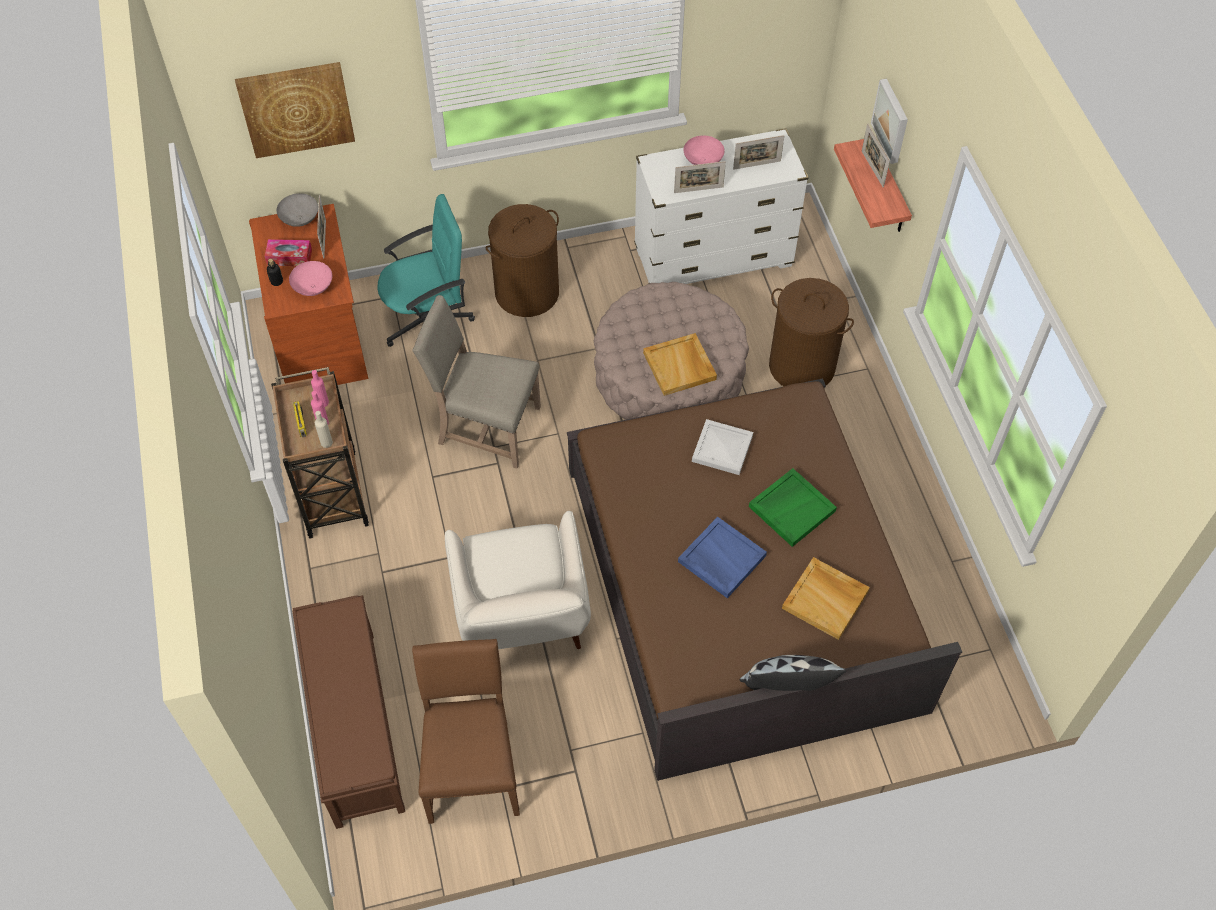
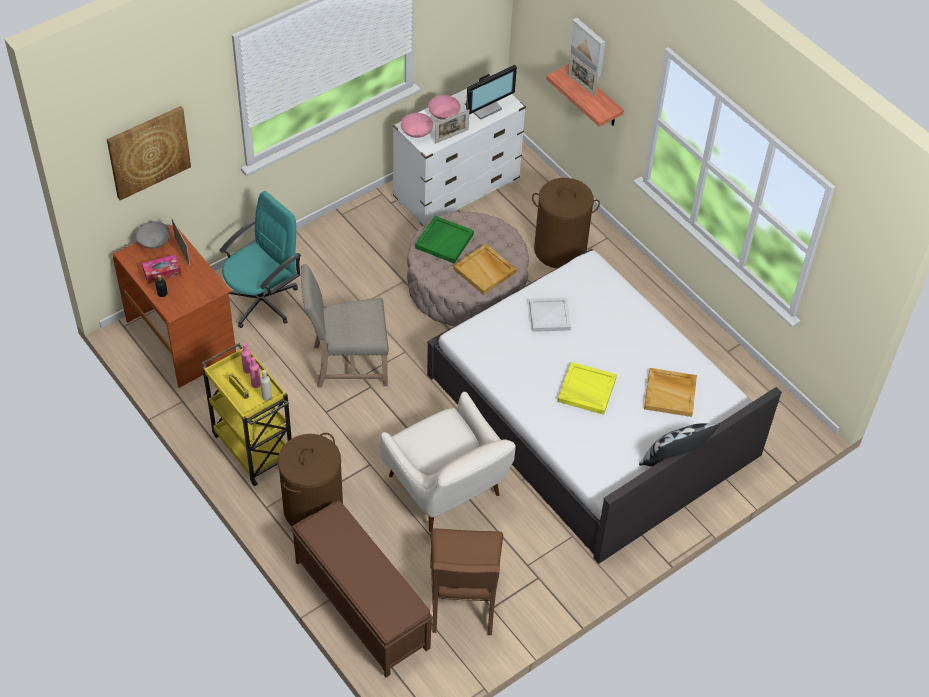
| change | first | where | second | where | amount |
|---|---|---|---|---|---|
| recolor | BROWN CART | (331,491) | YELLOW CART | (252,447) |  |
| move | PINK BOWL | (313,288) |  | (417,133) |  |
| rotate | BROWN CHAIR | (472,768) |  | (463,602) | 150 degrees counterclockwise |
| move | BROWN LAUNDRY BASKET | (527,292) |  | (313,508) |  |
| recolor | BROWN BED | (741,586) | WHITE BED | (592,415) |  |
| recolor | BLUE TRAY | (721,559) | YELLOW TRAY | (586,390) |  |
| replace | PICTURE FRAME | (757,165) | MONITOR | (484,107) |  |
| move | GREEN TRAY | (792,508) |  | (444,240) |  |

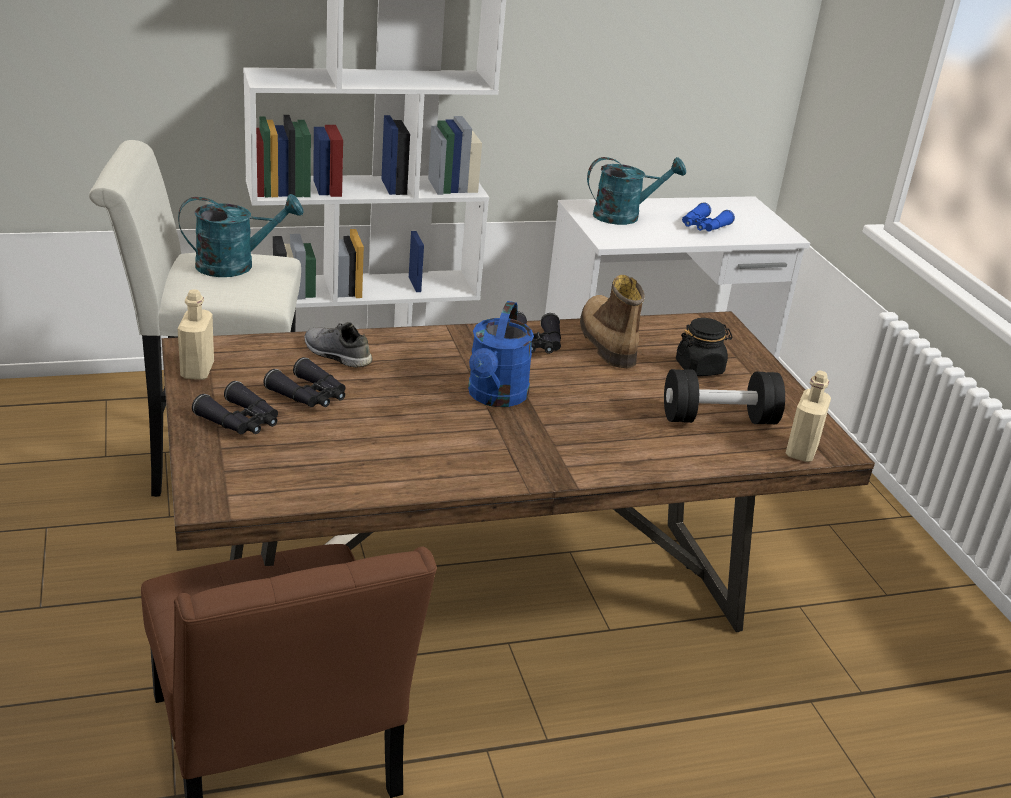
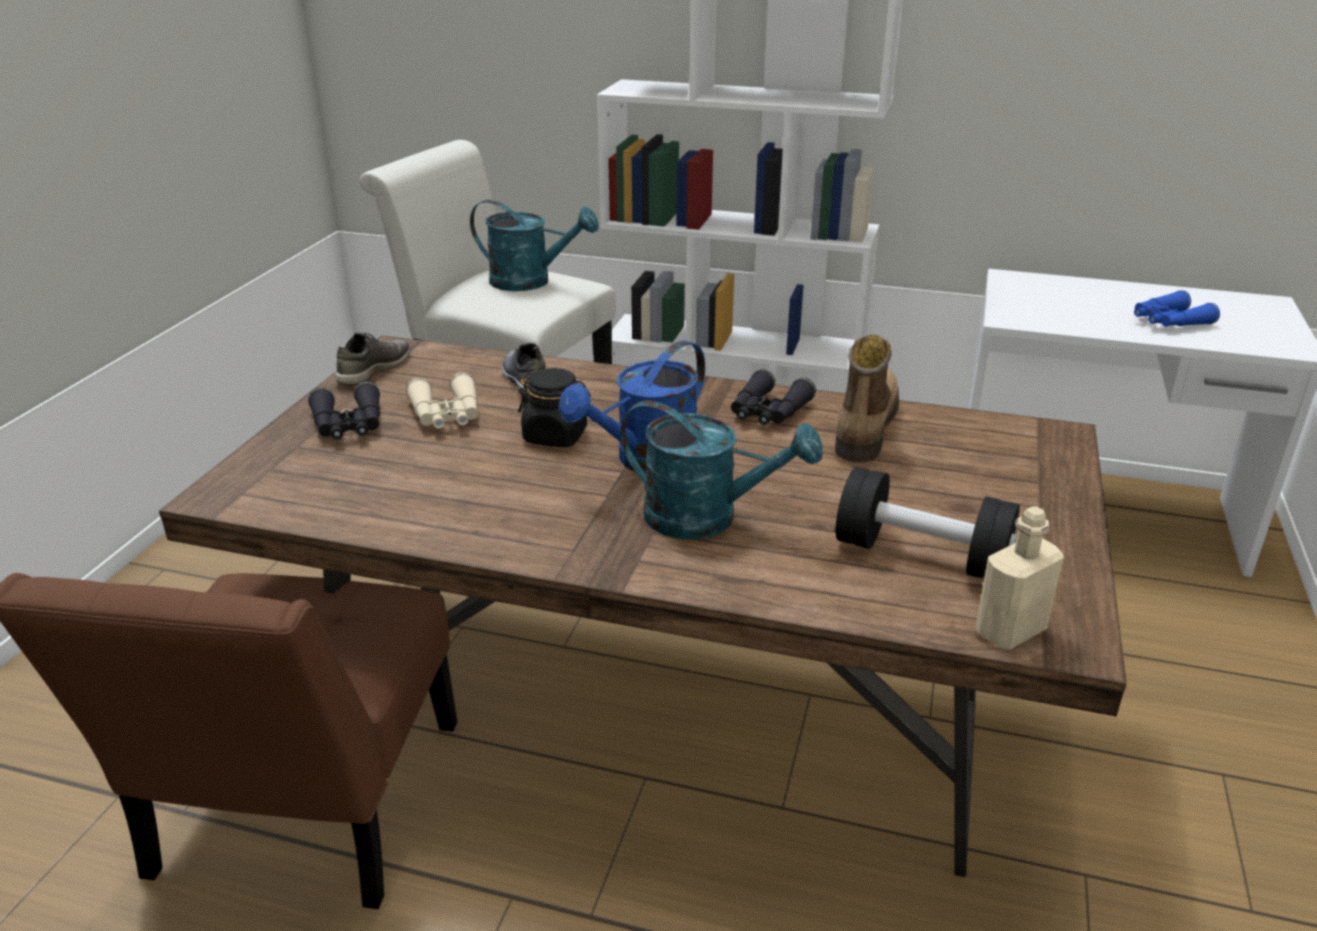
| change | first | where | second | where | amount |
|---|---|---|---|---|---|
| replace | BEIGE BOTTLE | (197,370) | GREY SHOE | (373,370) |  |
| recolor | BLACK BINOCULARS | (309,396) | BEIGE BINOCULARS | (446,415) |  |
| move | TURQUOISE WATERING CAN | (625,216) |  | (707,518) |  |
| move | BLACK JAR | (699,368) |  | (555,436) |  |

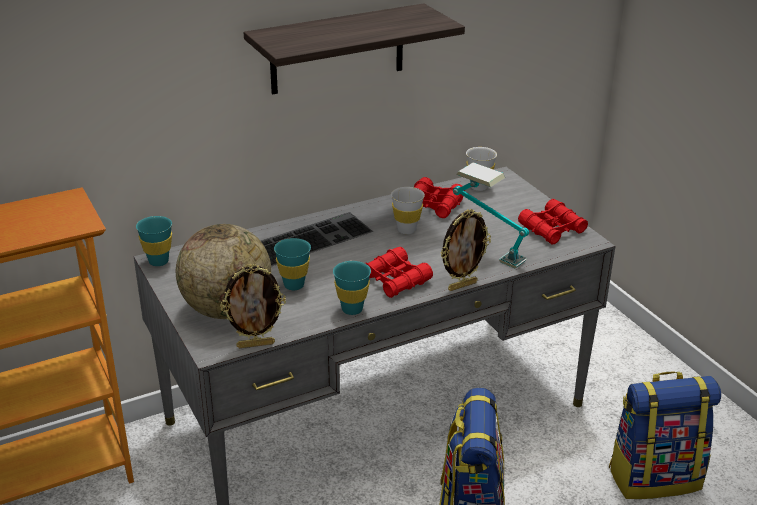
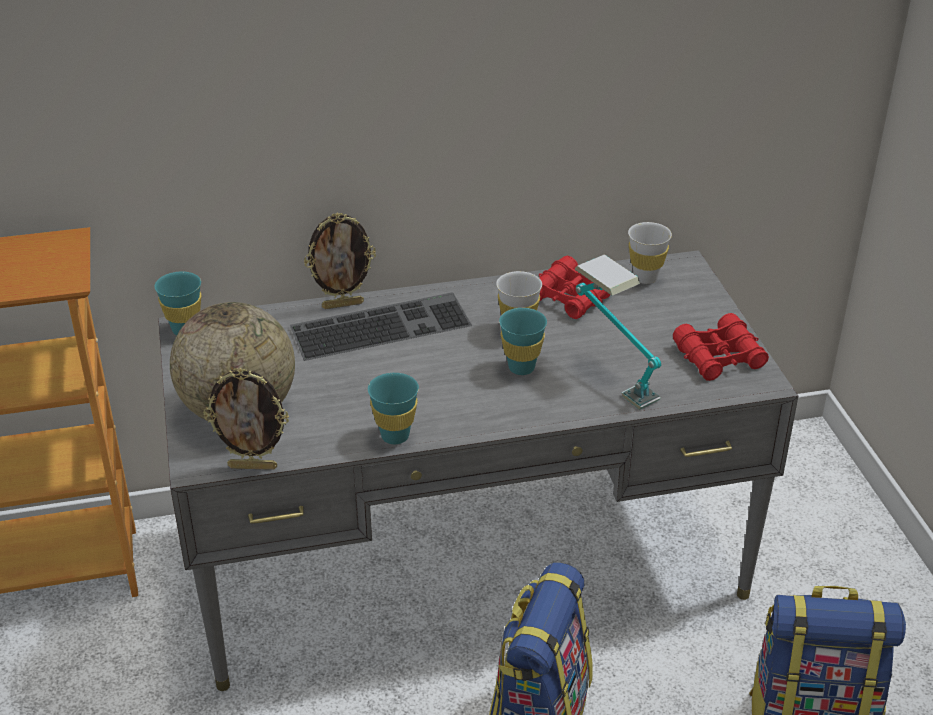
| change | first | where | second | where | amount |
|---|---|---|---|---|---|
| delete | SHELF | (337,49) |  |  |  |
| move | TURQUOISE CUP | (294,285) |  | (521,368) |  |
| delete | RED BINOCULARS | (394,280) |  |  |  |
| move | PICTURE FRAME | (462,285) |  | (343,304) |  |

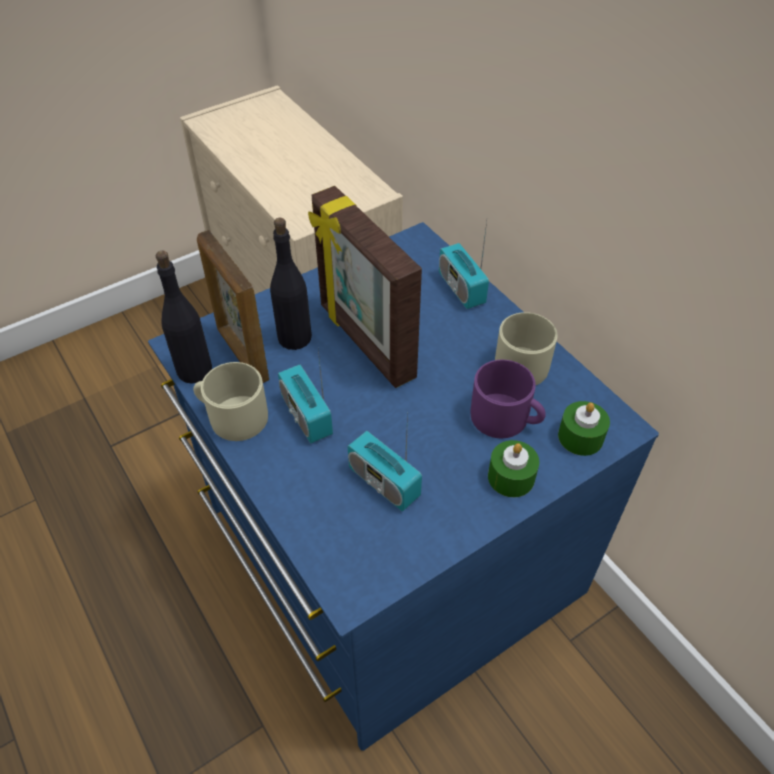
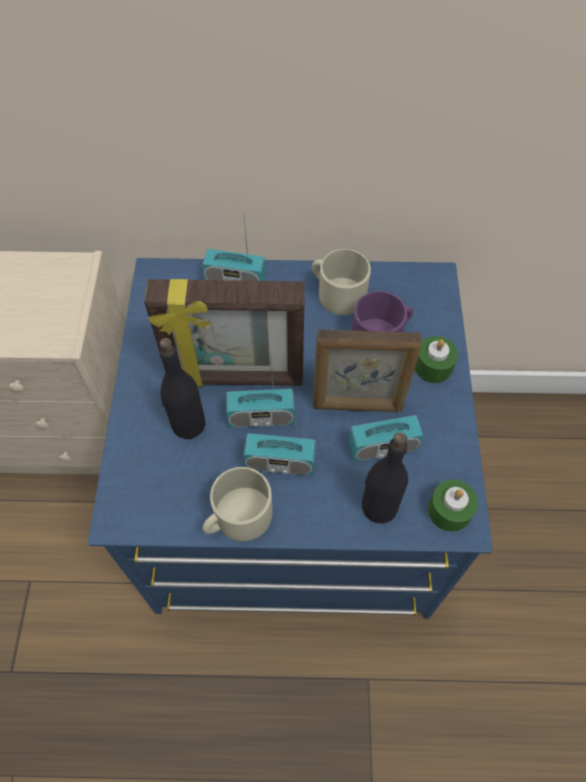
| change | first | where | second | where | amount |
|---|---|---|---|---|---|
| move | BLACK BOTTLE | (194,370) |  | (379,506) |  |
| move | PICTURE FRAME | (242,354) |  | (357,405) |  |
| move | GREEN CANDLE | (580,437) |  | (449,510) |  |
| insert |  |  | RADIO | (261,417) |  |

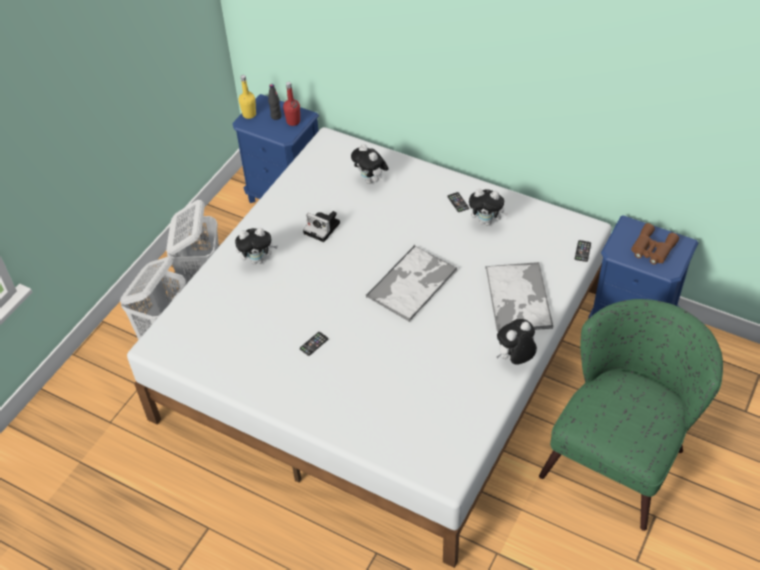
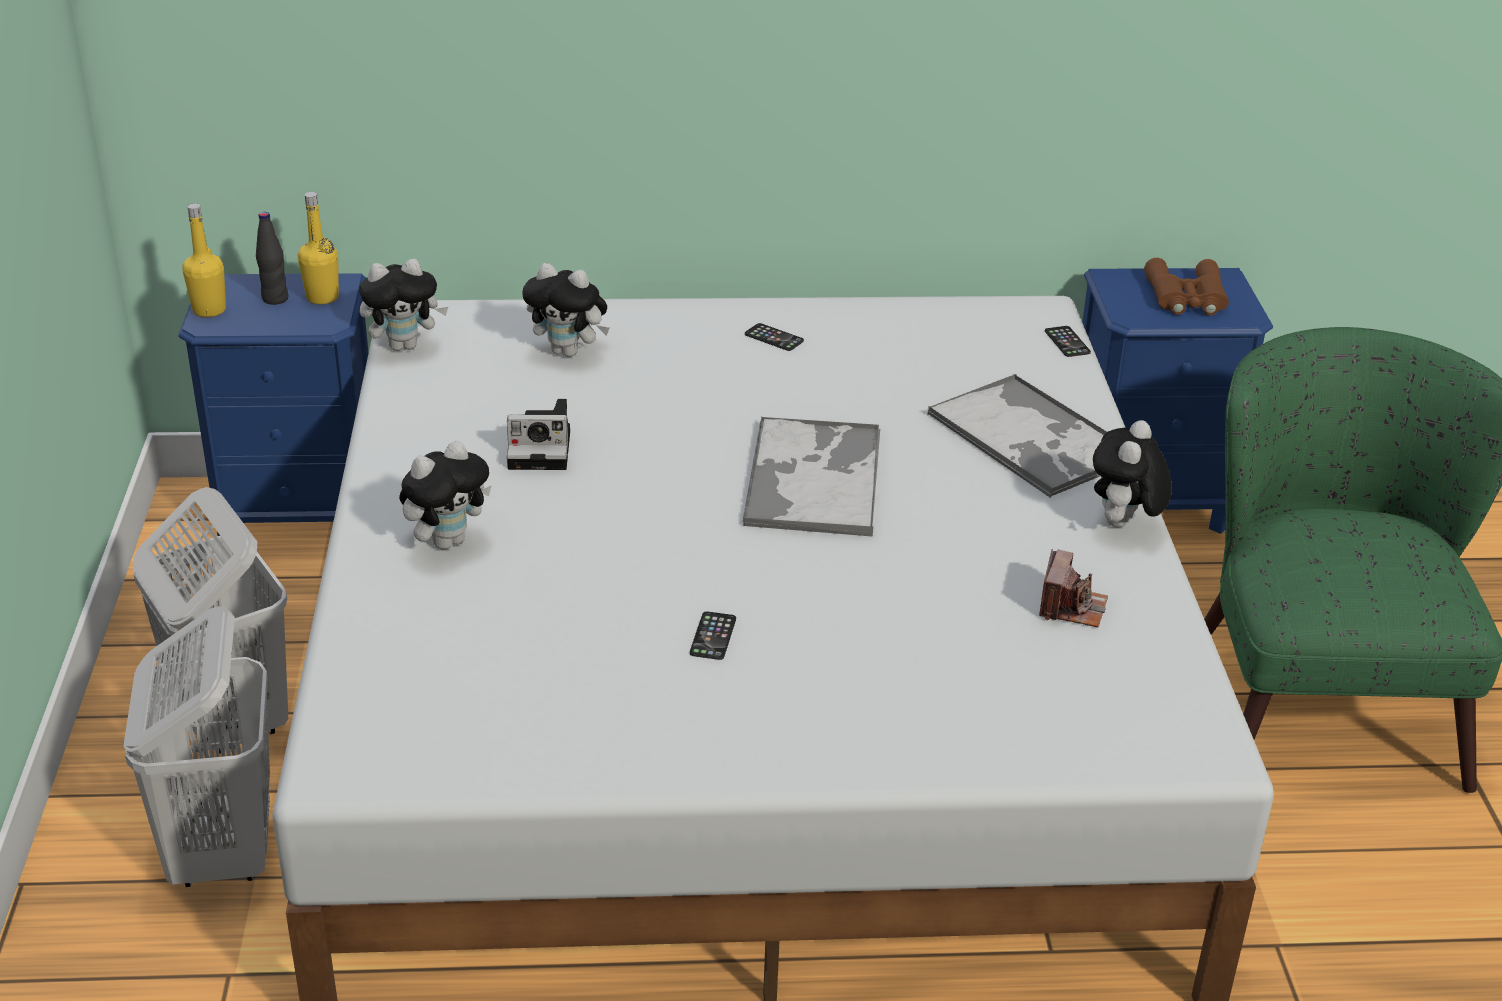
| change | first | where | second | where | amount |
|---|---|---|---|---|---|
| recolor | RED BOTTLE | (293,121) | YELLOW BOTTLE | (322,297) |  |
| move | PLUSH TOY | (486,221) |  | (404,345) |  |
| insert |  |  | PHOTO CAMERA | (1071,607) |  |

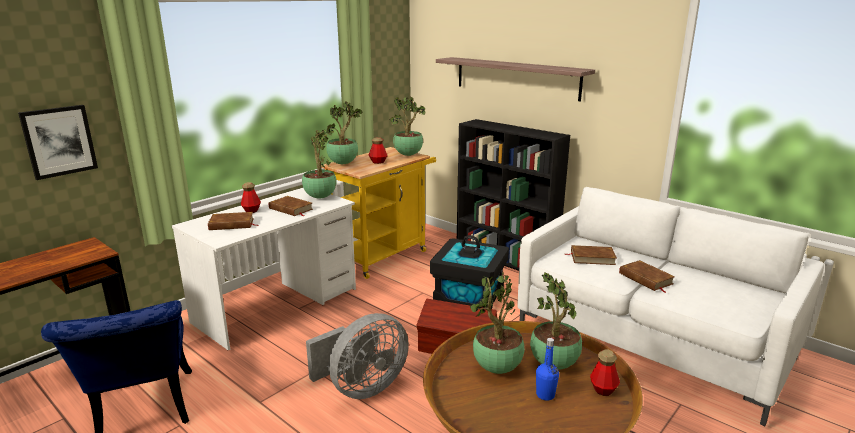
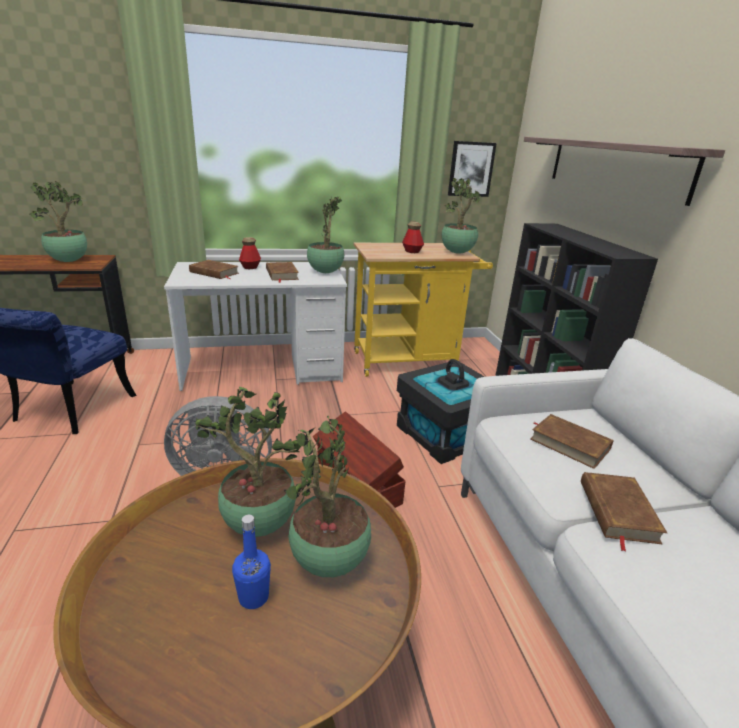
| change | first | where | second | where | amount |
|---|---|---|---|---|---|
| move | PICTURE | (59,141) |  | (471,169) |  |
| move | POTTED PLANT | (343,163) |  | (70,261) |  |
| delete | BOTTLE | (603,389) |  |  |  |

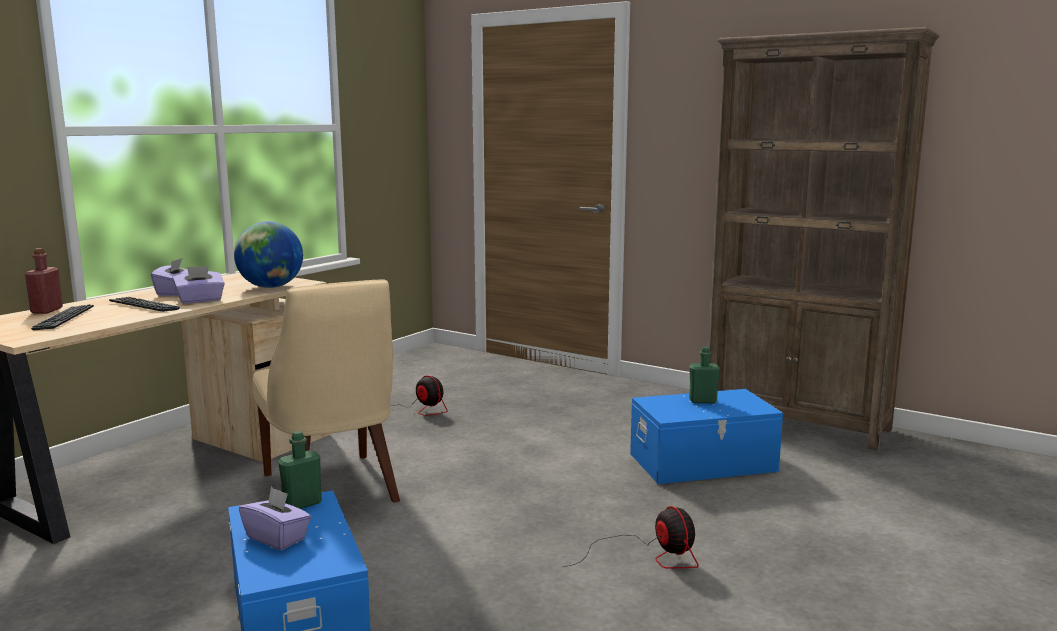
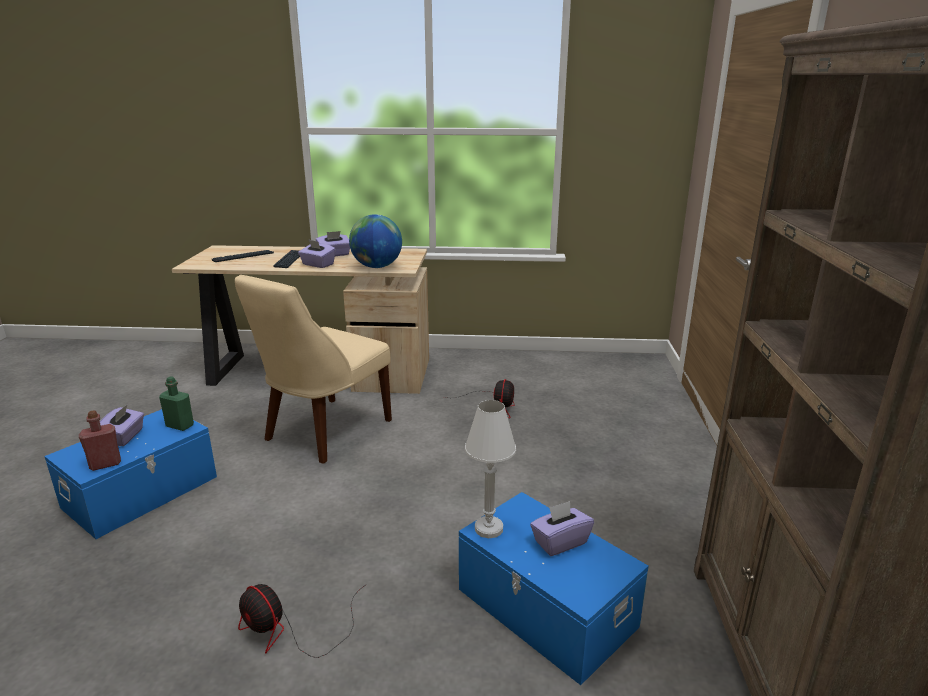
| change | first | where | second | where | amount |
|---|---|---|---|---|---|
| move | RED BOTTLE | (47,310) |  | (105,464) |  |
| rotate | FAN | (649,556) |  | (290,631) | 90 degrees clockwise |
| replace | GREEN BOTTLE | (702,401) | PURPLE TISSUE BOX | (560,542) |  |
| insert |  |  | WHITE TABLE LAMP | (488,528) |  |

